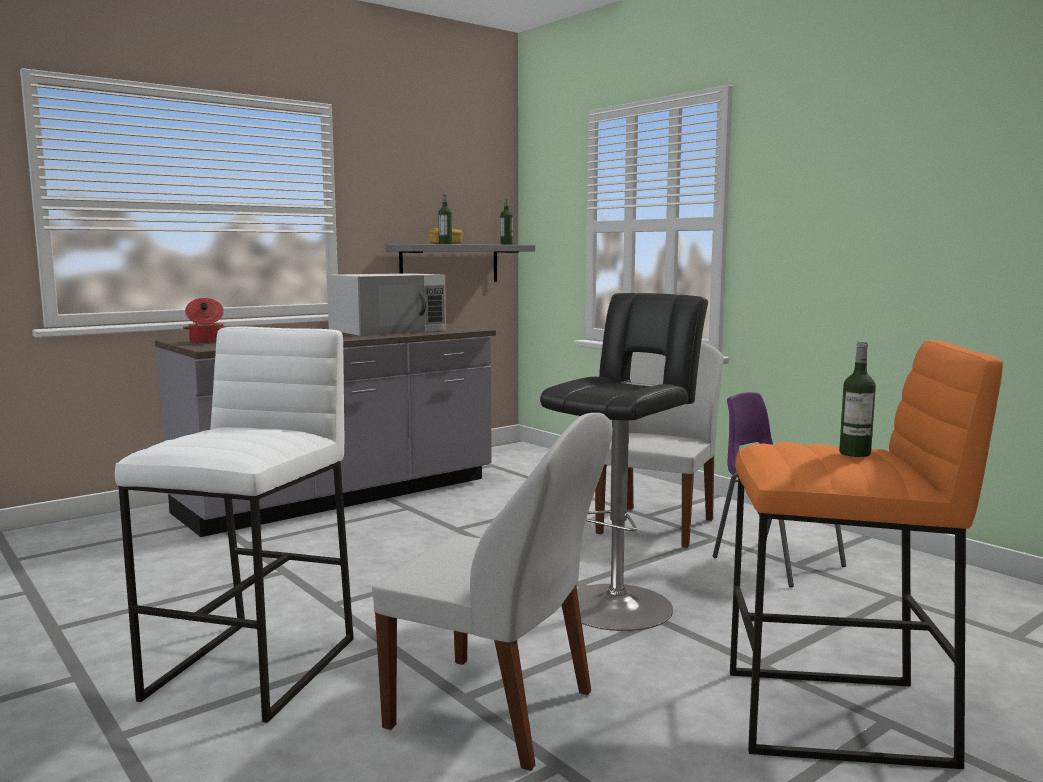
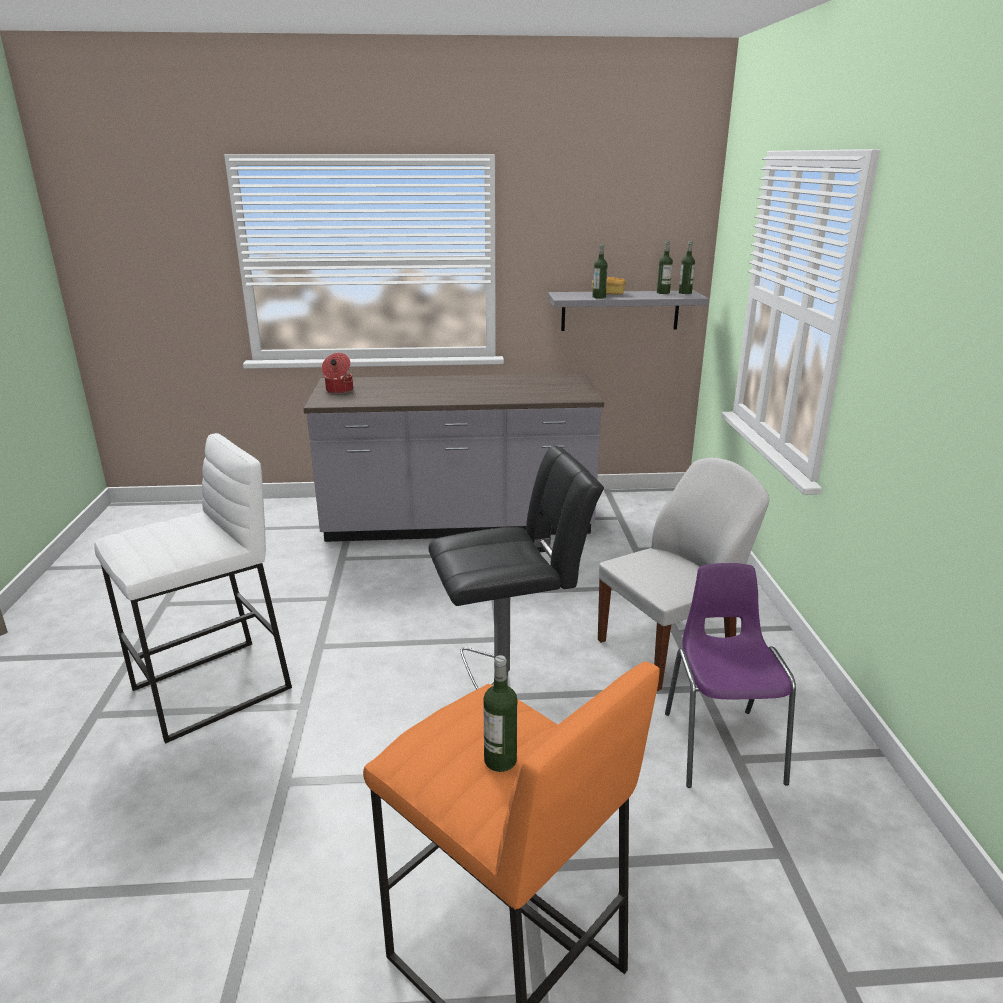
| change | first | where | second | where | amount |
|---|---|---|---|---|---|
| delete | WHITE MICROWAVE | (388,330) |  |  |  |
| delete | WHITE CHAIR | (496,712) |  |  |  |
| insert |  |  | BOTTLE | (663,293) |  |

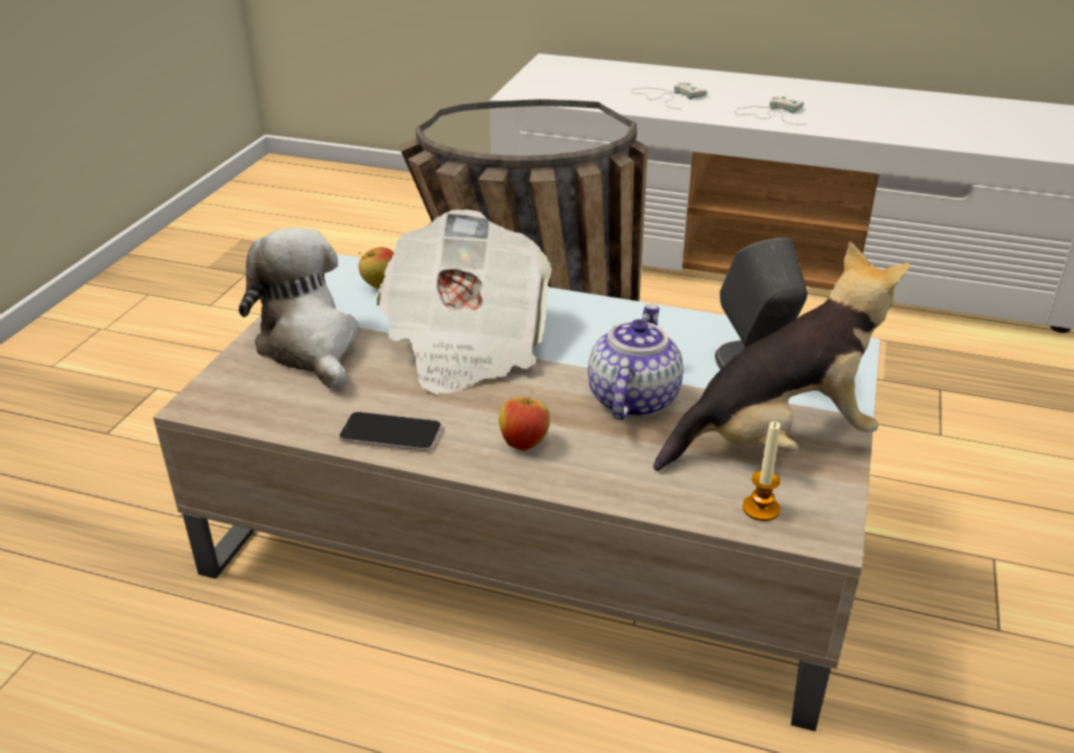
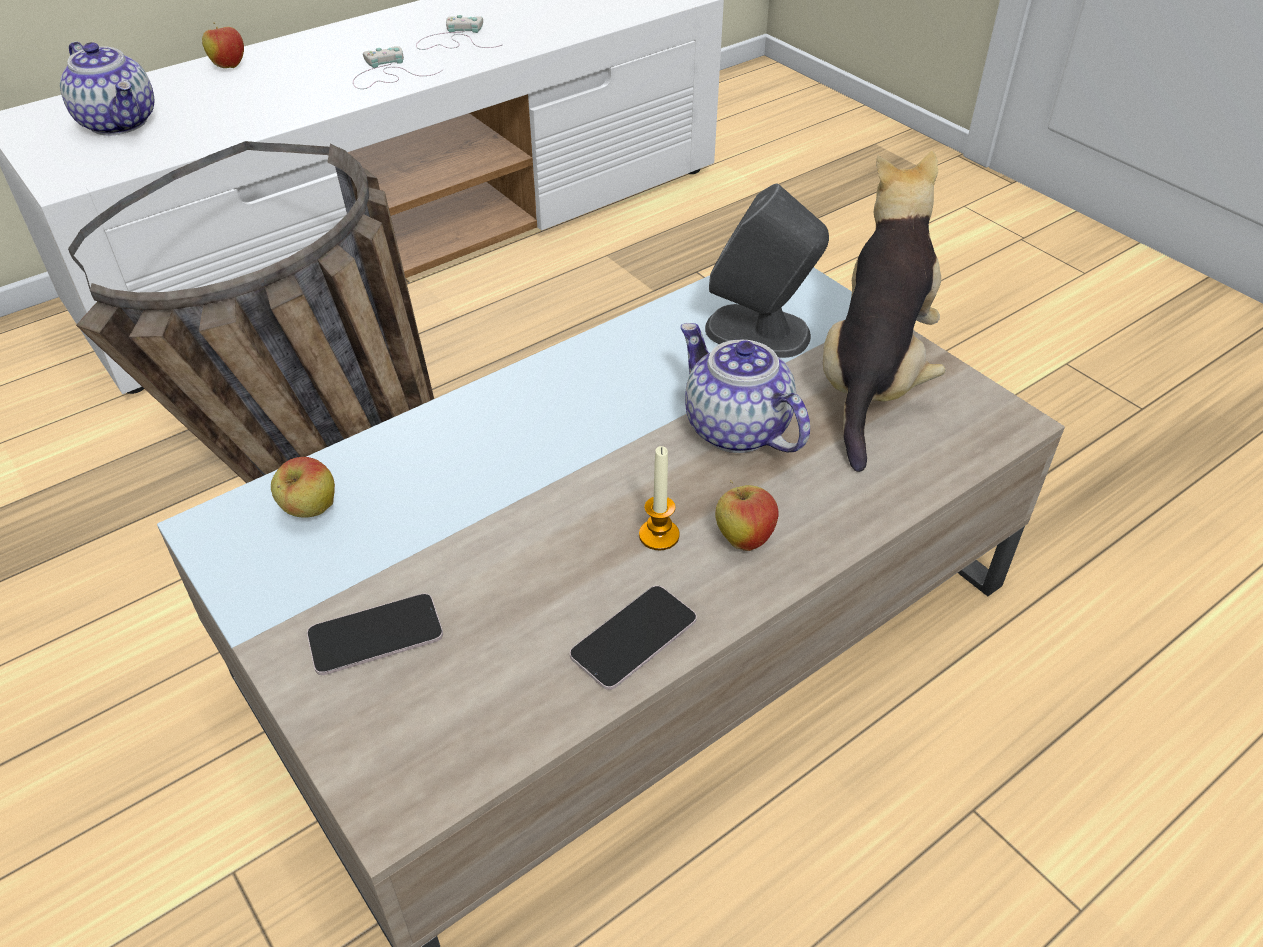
| change | first | where | second | where | amount |
|---|---|---|---|---|---|
| replace | PLUSH TOY | (310,346) | PHONE | (375,635) |  |
| delete | NEWSPAPER | (465,343) |  |  |  |
| move | WHITE GAME CONTROLLER | (667,97) |  | (455,40) |  |
| move | CANDLE | (761,508) |  | (659,535) |  |
| insert |  |  | TEAPOT | (120,122) |  |
| insert |  |  | APPLE | (229,66) |  |

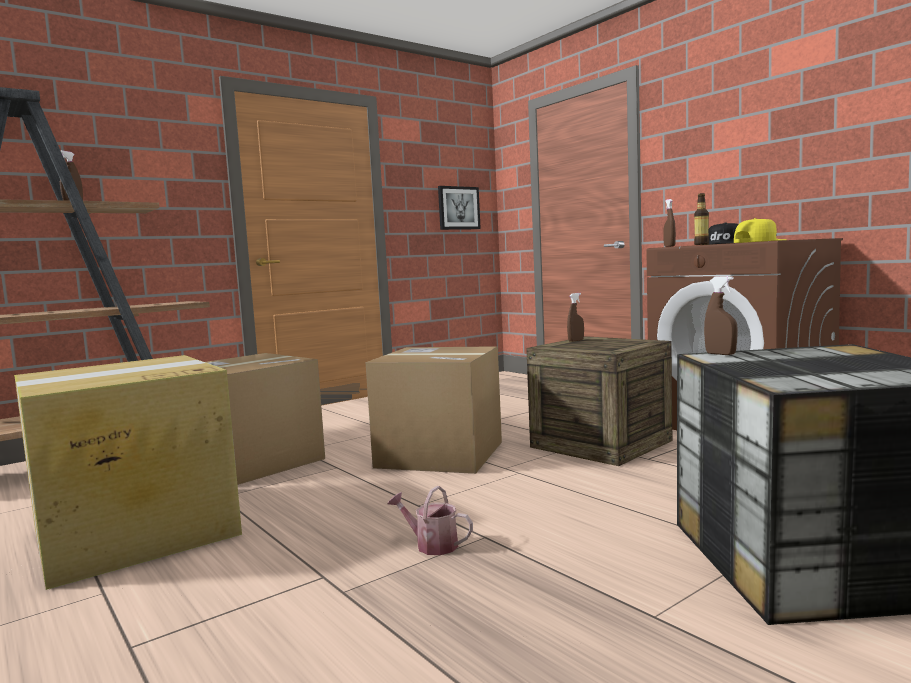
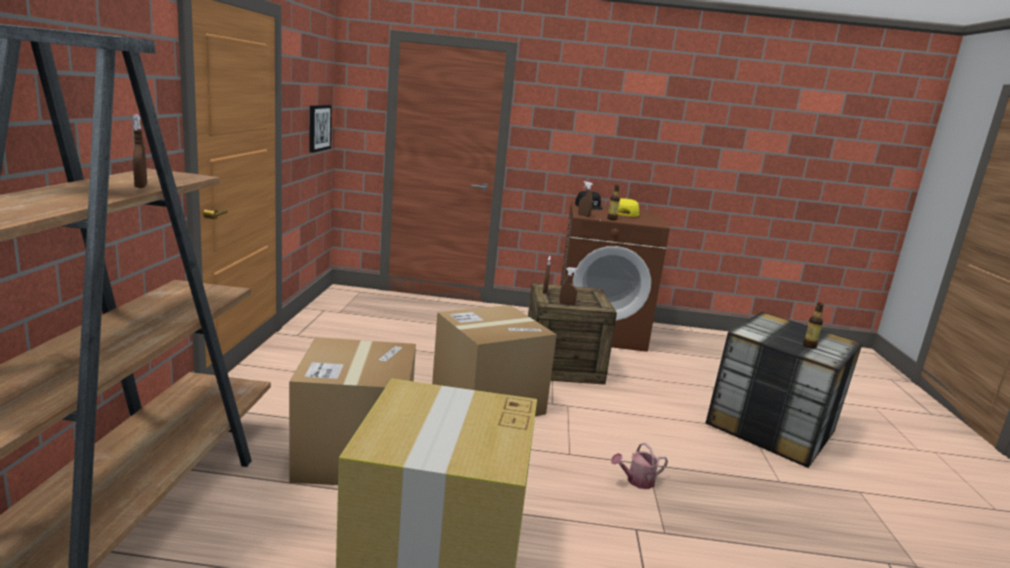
| change | first | where | second | where | amount |
|---|---|---|---|---|---|
| move | BROWN SPRAY BOTTLE | (720,354) |  | (567,304) |  |
| insert |  |  | BOTTLE | (809,346) |  |

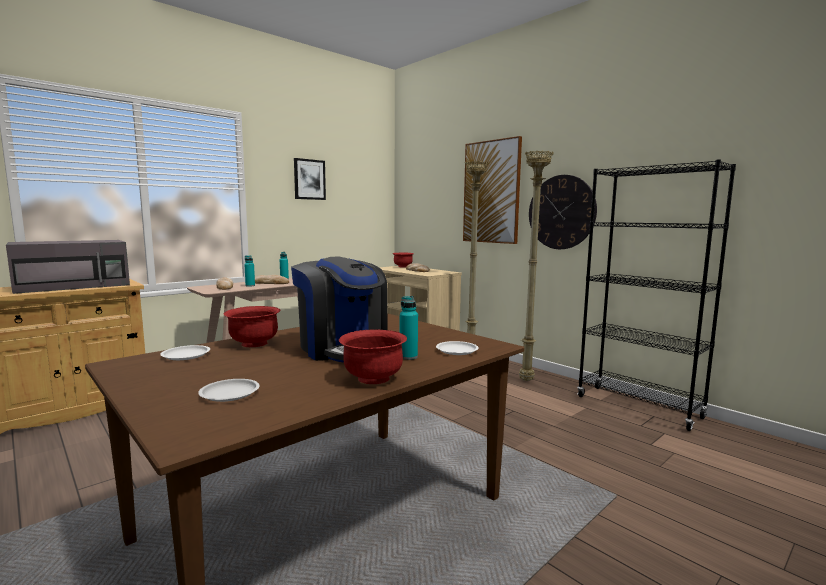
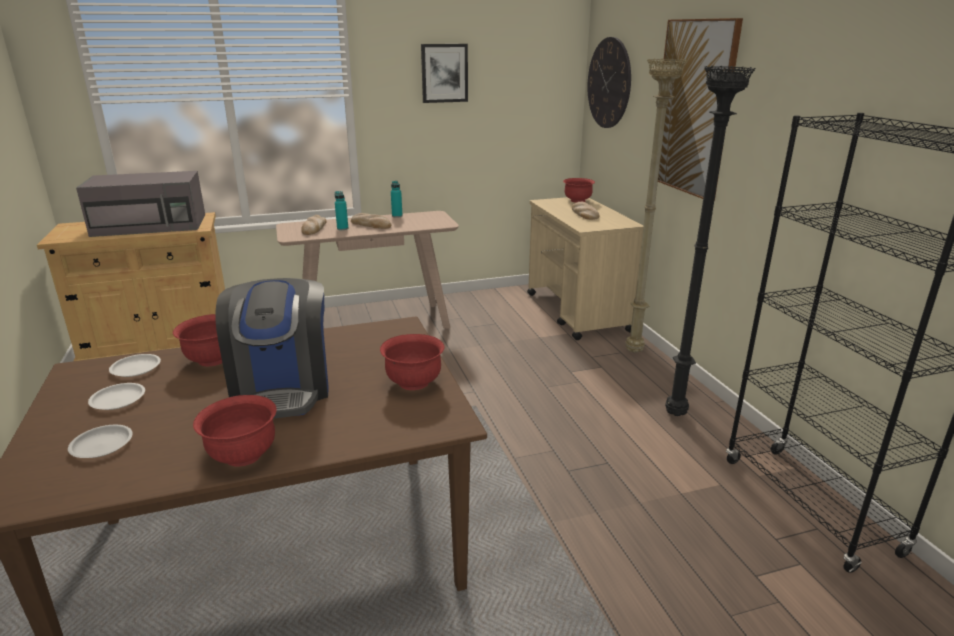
| change | first | where | second | where | amount |
|---|---|---|---|---|---|
| delete | TURQUOISE BOTTLE | (408,357) |  |  |  |
| move | WHITE PLATE | (456,350) |  | (118,399) |  |
| recolor | BEIGE FLOOR LAMP | (527,381) | BLACK FLOOR LAMP | (677,414) |  |
| move | WALL CLOCK | (561,212) |  | (609,83) |  |
| insert |  |  | RED BOWL | (414,382) |  |

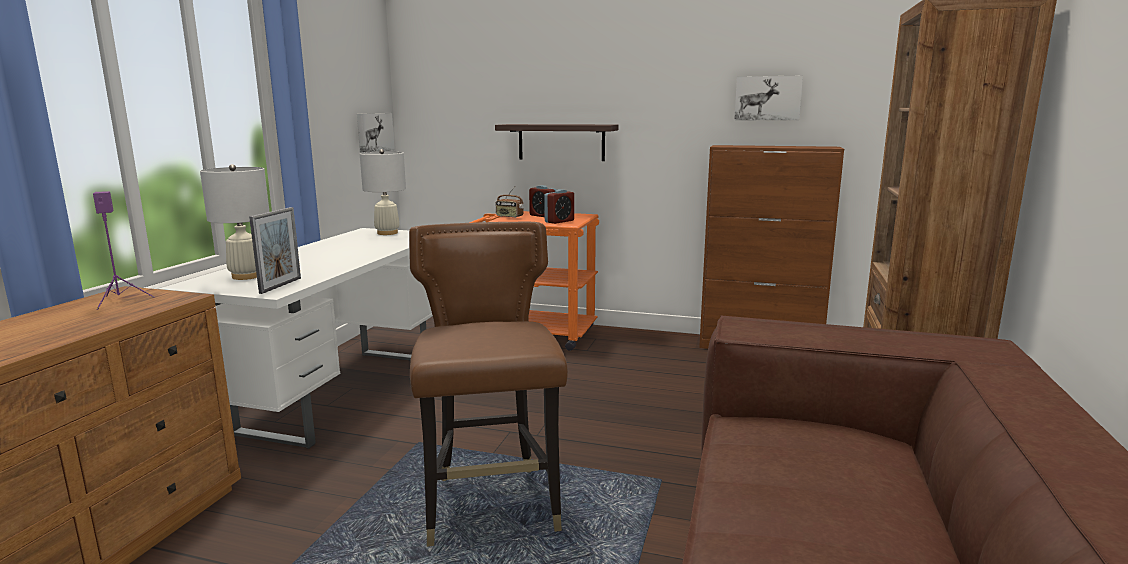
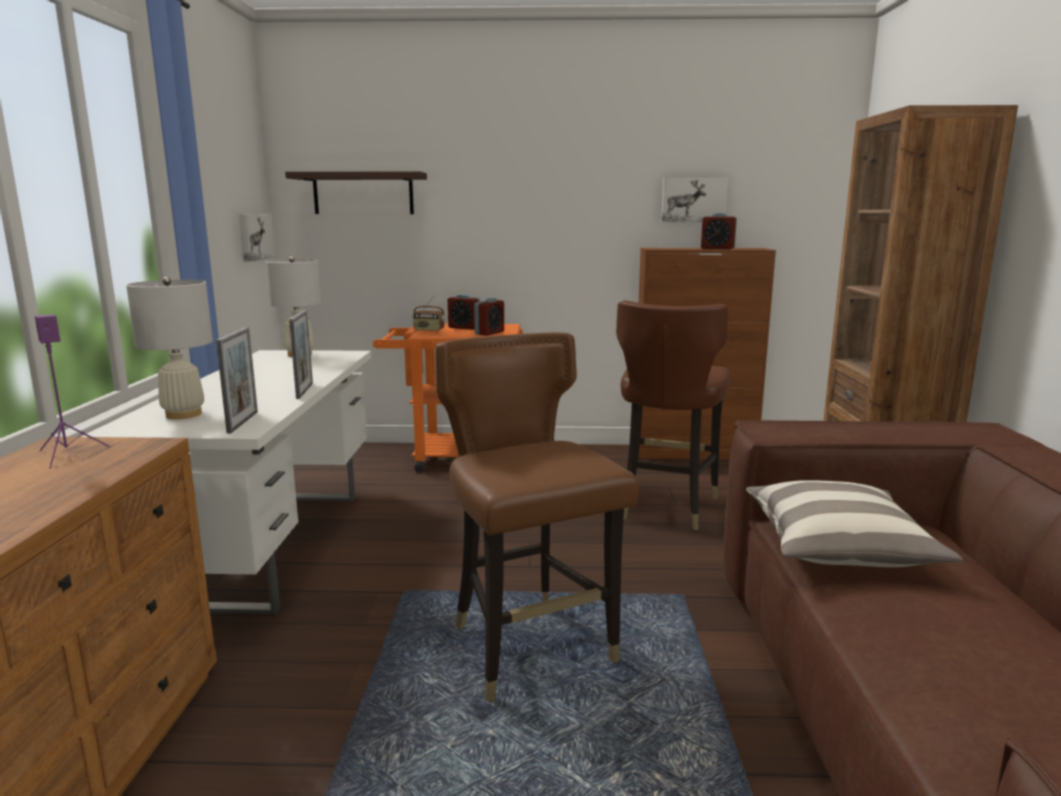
| change | first | where | second | where | amount |
|---|---|---|---|---|---|
| move | SHELF | (561,142) |  | (363,193) |  |
| insert |  |  | PICTURE FRAME | (304,390) |  |
| insert |  |  | BROWN CHAIR | (665,506) |  |
| insert |  |  | ALARM CLOCK | (717,248) |  |
| insert |  |  | PILLOW | (837,547) |  |

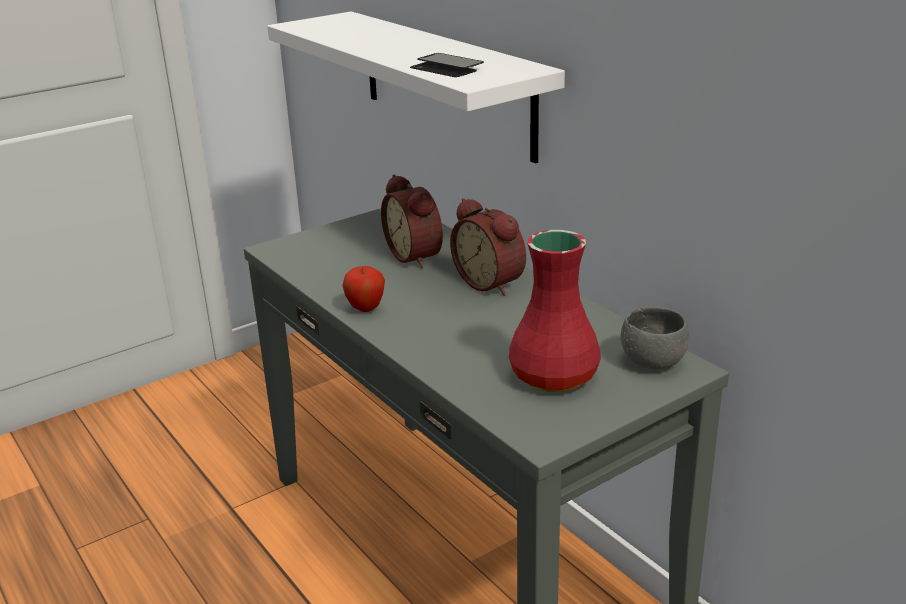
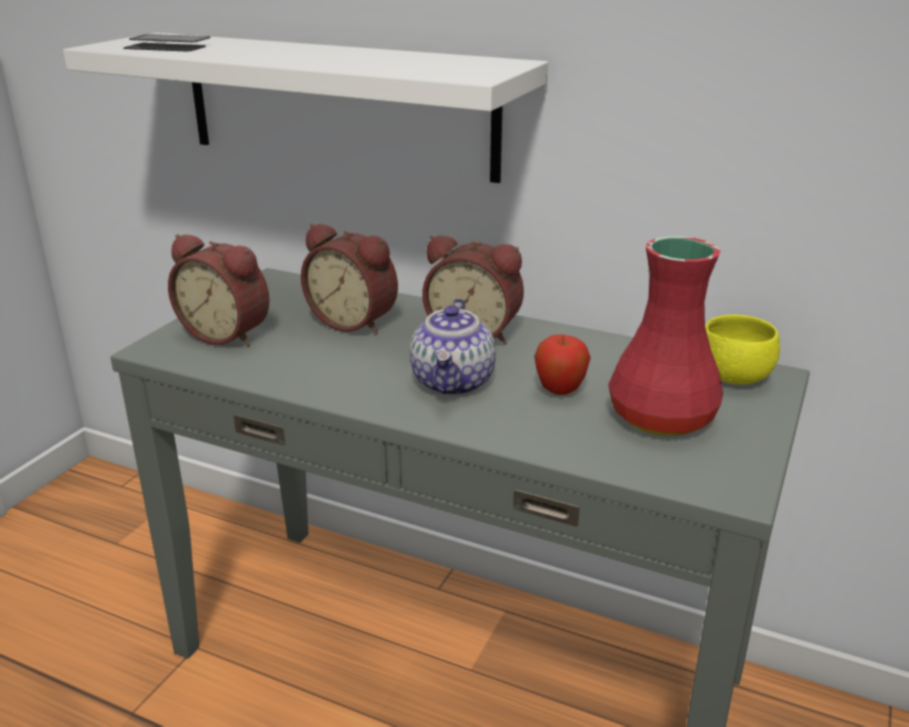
| change | first | where | second | where | amount |
|---|---|---|---|---|---|
| move | APPLE | (366,309) |  | (560,391) |  |
| move | PHONE | (446,68) |  | (168,46) |  |
| recolor | GREY BOWL | (652,361) | YELLOW BOWL | (733,377) |  |
| insert |  |  | ALARM CLOCK | (228,334) |  |
| insert |  |  | TEAPOT | (454,383) |  |

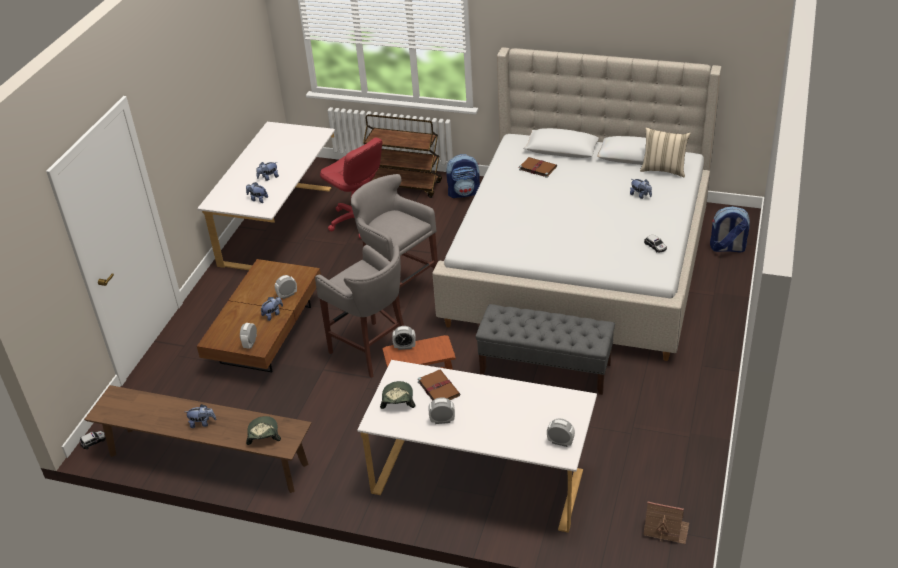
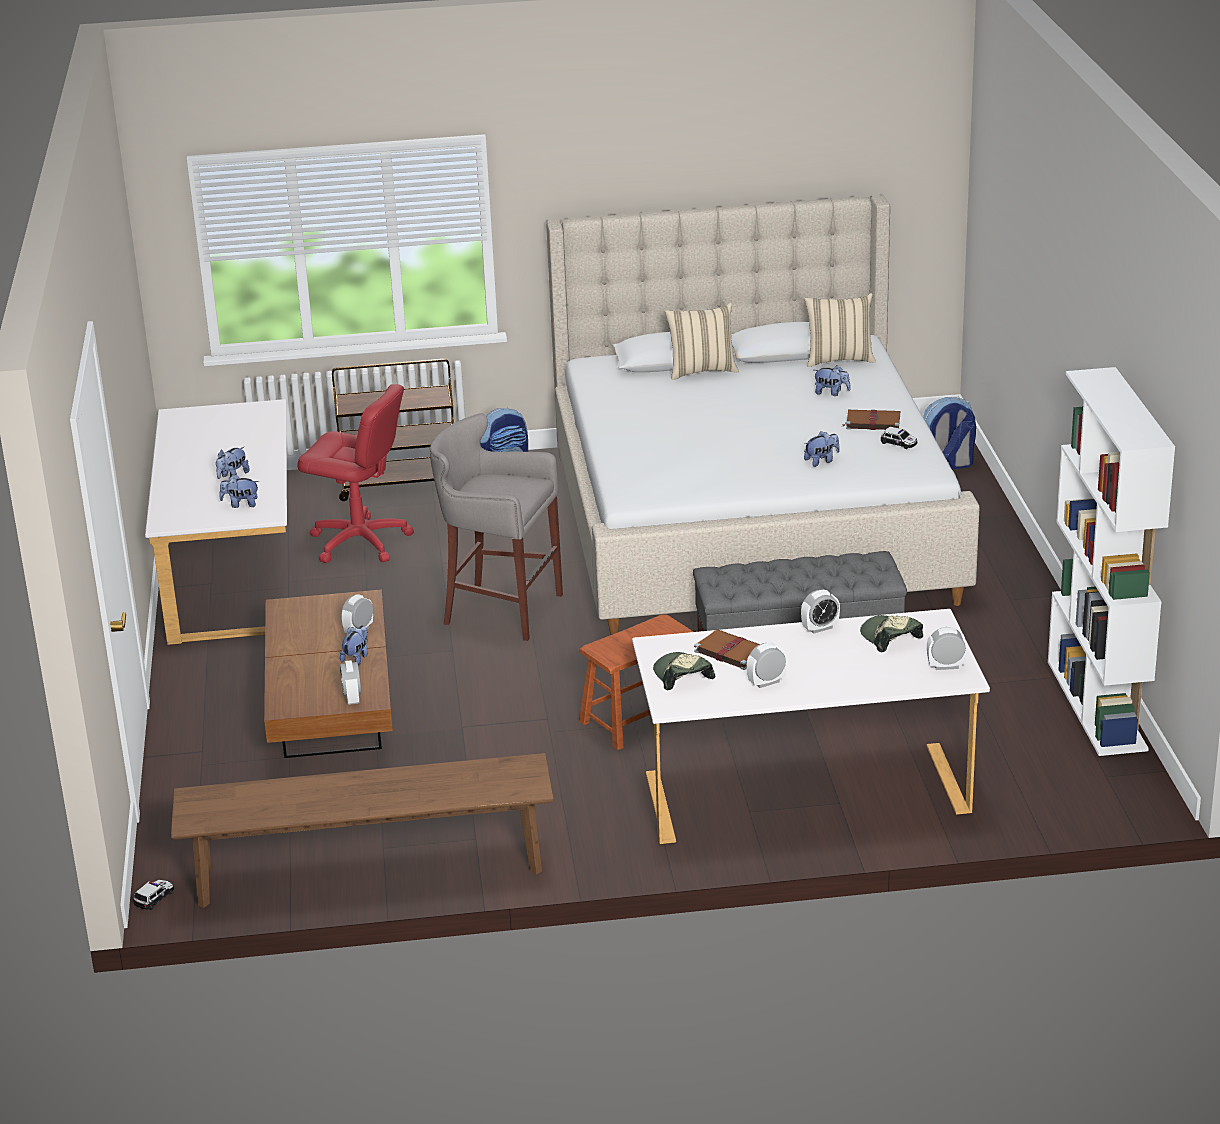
| change | first | where | second | where | amount |
|---|---|---|---|---|---|
| move | PLUSH TOY | (202,423) |  | (821,461) |  |
| move | CAP | (263,434) |  | (890,638) |  |
| delete | GREY STOOL | (372,351) |  |  |  |
| move | ALARM CLOCK | (405,347) |  | (820,628) |  |
| move | BROWN BOOK | (537,168) |  | (872,422) |  |
| delete | TOY HOUSE | (665,529) |  |  |  |
| insert |  |  | BEIGE PILLOW | (701,371) |  |
| insert |  |  | WHITE BOOKCASE | (1097,705) |  |

